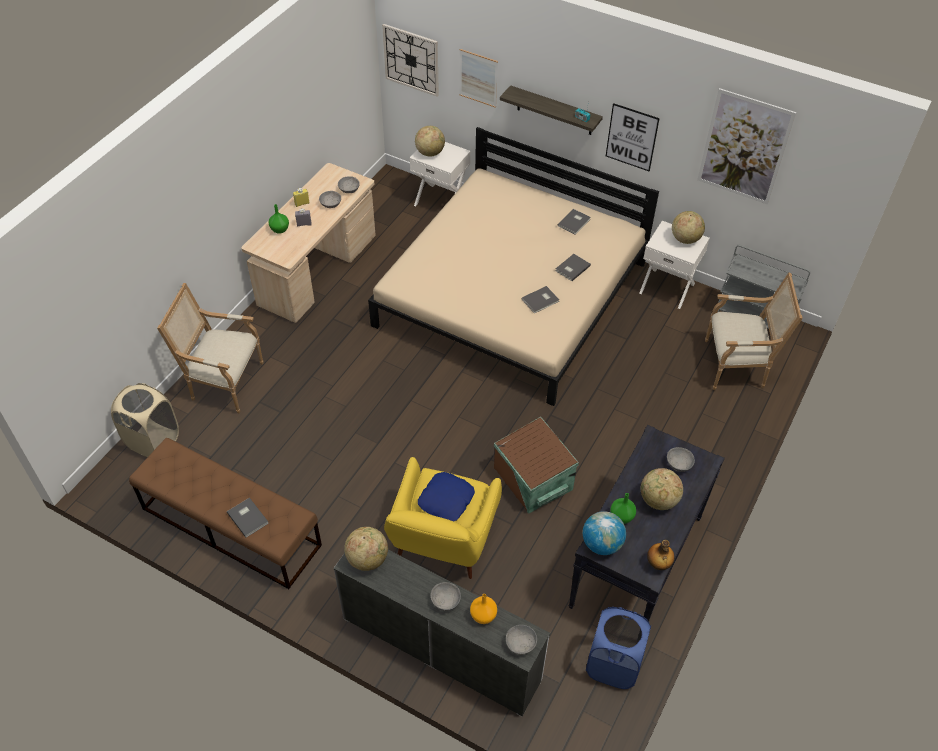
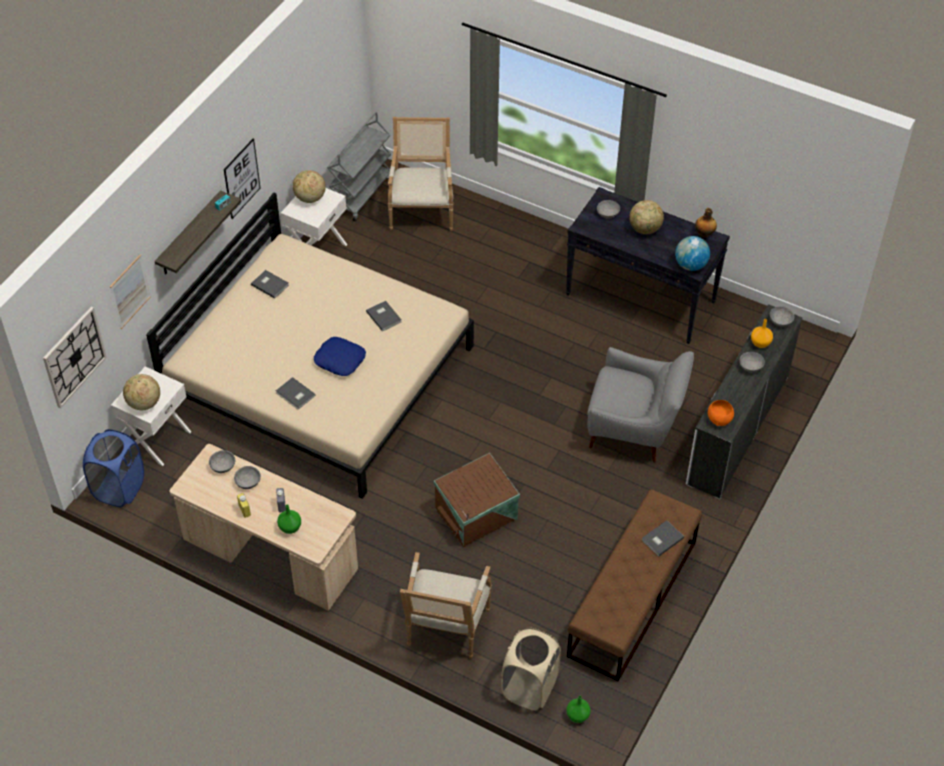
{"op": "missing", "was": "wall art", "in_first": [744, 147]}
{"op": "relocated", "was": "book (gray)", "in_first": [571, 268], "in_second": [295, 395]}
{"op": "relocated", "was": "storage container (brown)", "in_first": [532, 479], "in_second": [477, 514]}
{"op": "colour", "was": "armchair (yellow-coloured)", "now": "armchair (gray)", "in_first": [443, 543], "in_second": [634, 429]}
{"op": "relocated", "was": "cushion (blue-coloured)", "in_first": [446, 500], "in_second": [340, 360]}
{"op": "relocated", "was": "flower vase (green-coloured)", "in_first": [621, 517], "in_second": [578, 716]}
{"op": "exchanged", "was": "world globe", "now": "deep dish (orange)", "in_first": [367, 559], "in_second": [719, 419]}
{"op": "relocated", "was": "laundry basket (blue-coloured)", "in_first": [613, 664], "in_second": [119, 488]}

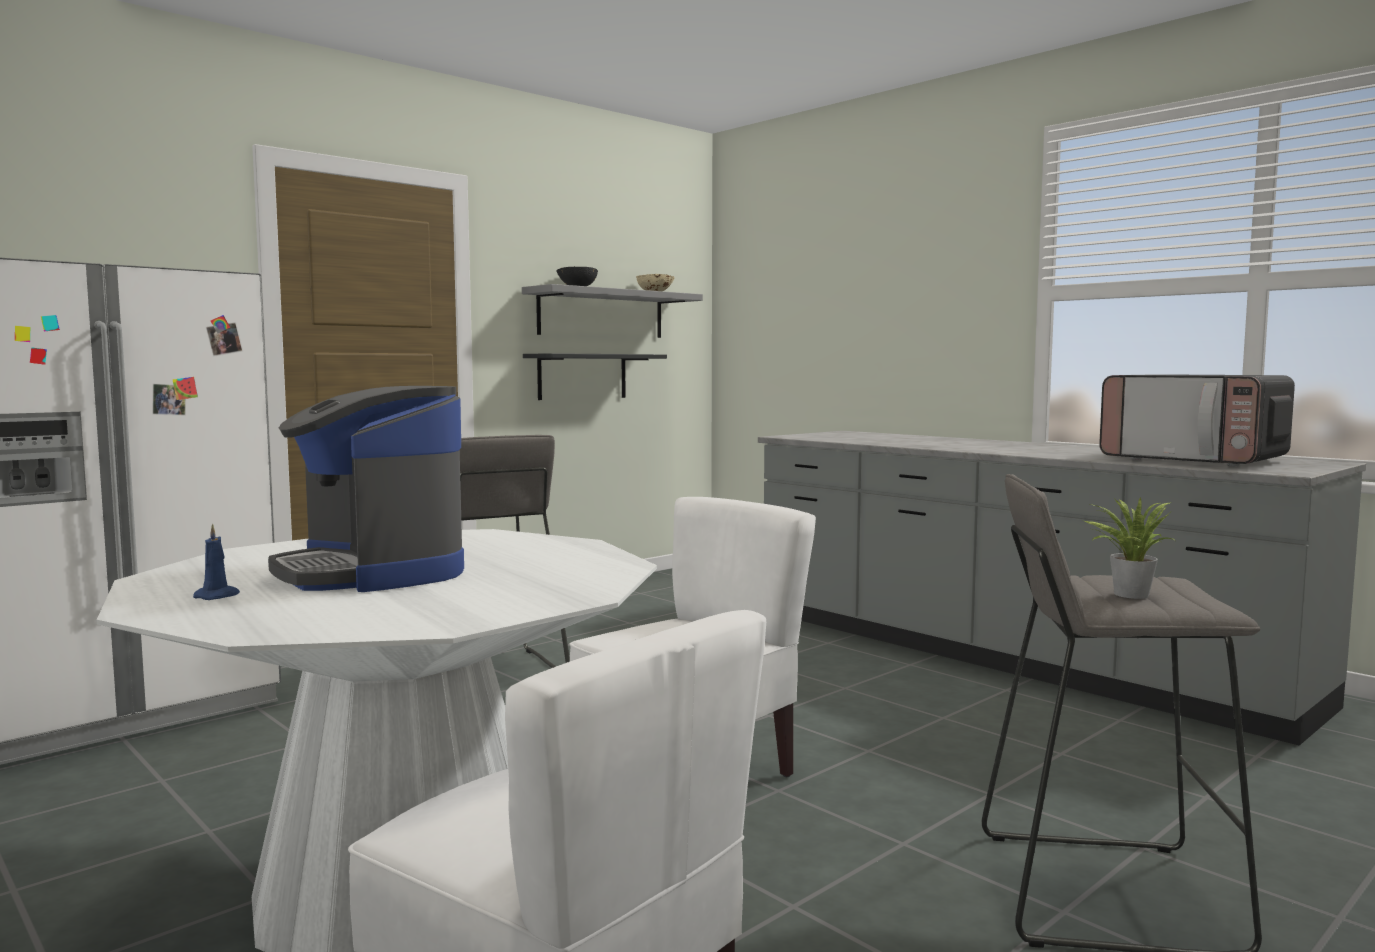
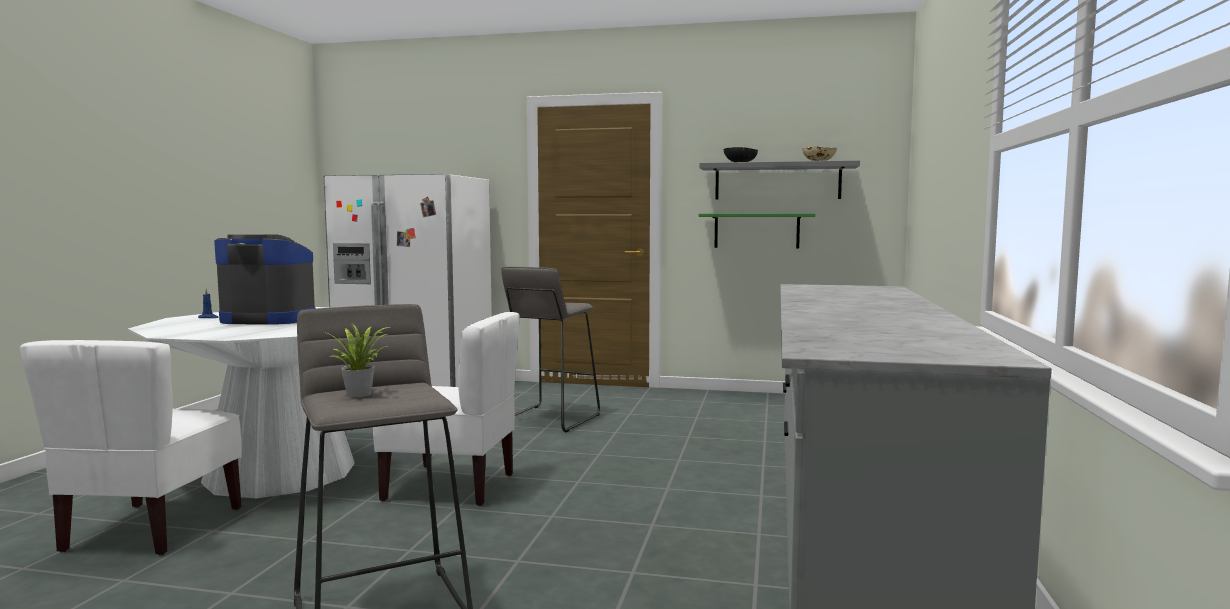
{"op": "colour", "was": "wall shelf (black)", "now": "wall shelf (green-coloured)", "in_first": [582, 376], "in_second": [756, 230]}
{"op": "missing", "was": "microwave", "in_first": [1194, 460]}
{"op": "spun", "was": "coffee machine", "in_first": [372, 572], "in_second": [269, 319], "clockwise": 75}

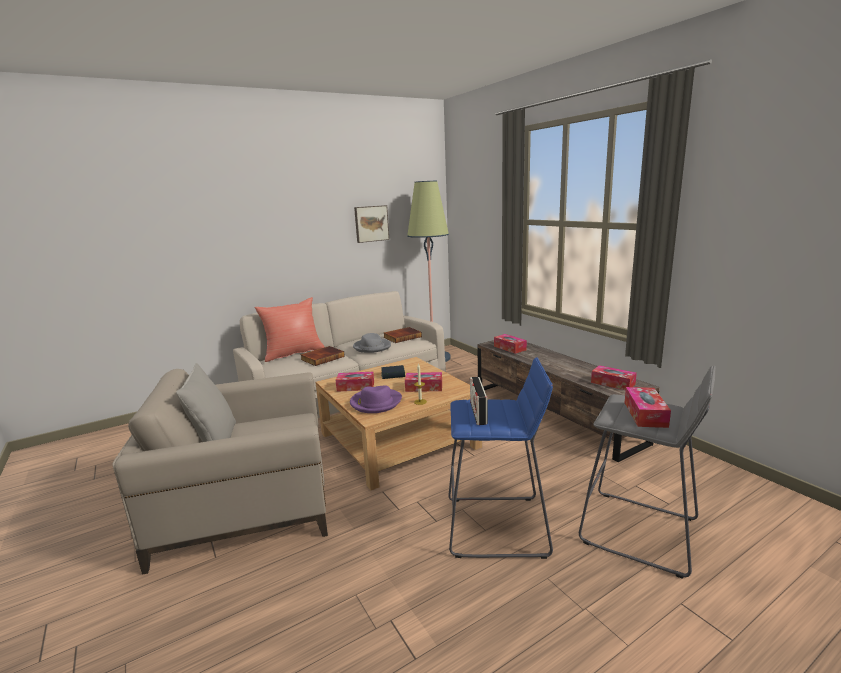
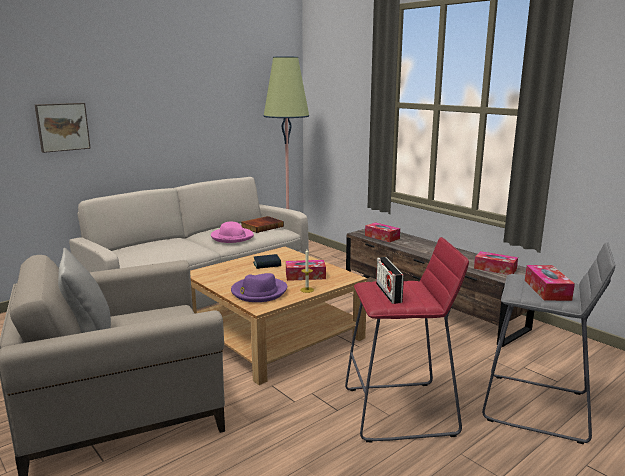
{"op": "relocated", "was": "wall art", "in_first": [371, 223], "in_second": [62, 127]}
{"op": "missing", "was": "cushion (reddish)", "in_first": [293, 353]}
{"op": "colour", "was": "hat (gray)", "now": "hat (pink)", "in_first": [372, 347], "in_second": [232, 237]}
{"op": "missing", "was": "book", "in_first": [322, 358]}
{"op": "colour", "was": "sitting stool (blue-coloured)", "now": "sitting stool (reddish)", "in_first": [497, 526], "in_second": [400, 411]}
{"op": "missing", "was": "tissue holder", "in_first": [355, 387]}

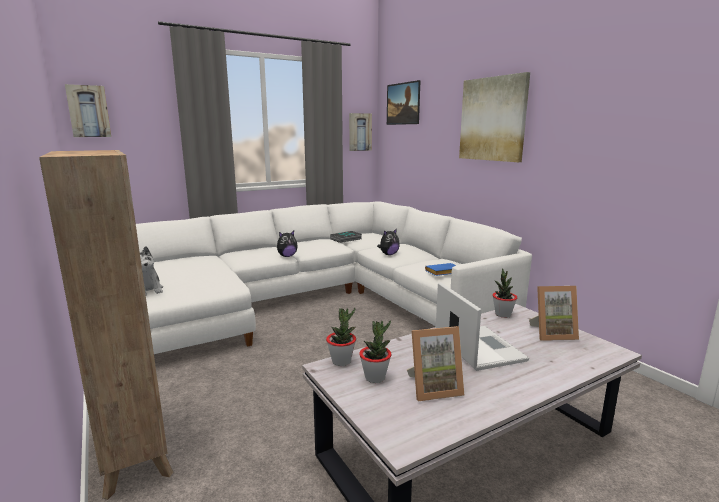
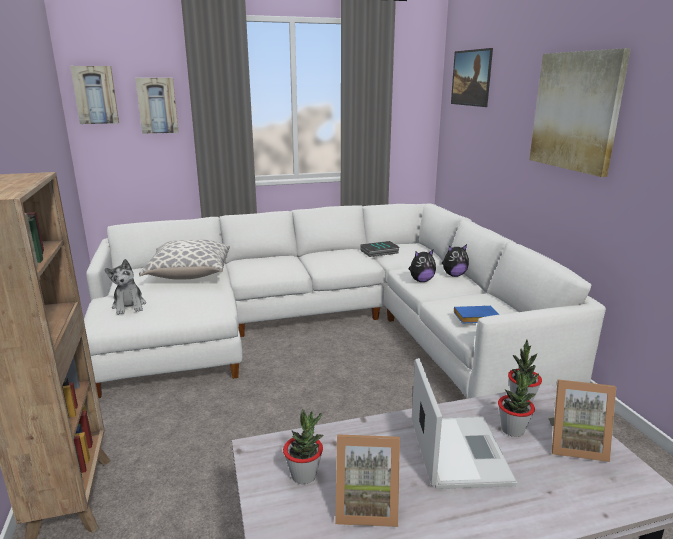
{"op": "relocated", "was": "wall art", "in_first": [359, 132], "in_second": [157, 105]}
{"op": "relocated", "was": "cuddly toy", "in_first": [287, 256], "in_second": [454, 275]}
{"op": "relocated", "was": "plant in a pot", "in_first": [341, 361], "in_second": [513, 430]}
{"op": "appeared", "now": "cushion", "in_second": [189, 274]}

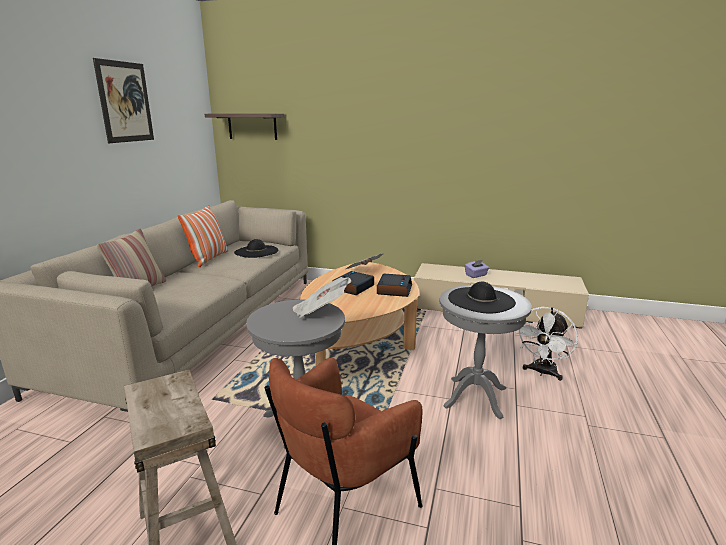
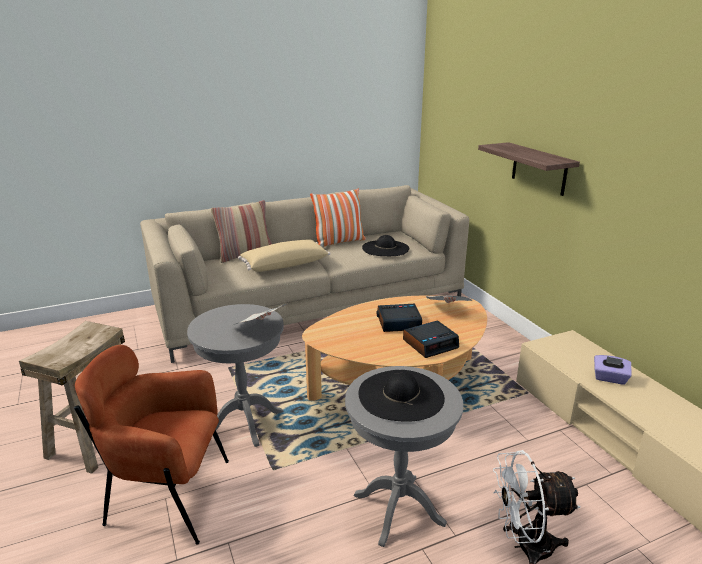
{"op": "missing", "was": "wall art", "in_first": [125, 102]}
{"op": "relocated", "was": "wall shelf", "in_first": [252, 126], "in_second": [539, 169]}
{"op": "appeared", "now": "cushion (sand-coloured)", "in_second": [284, 265]}

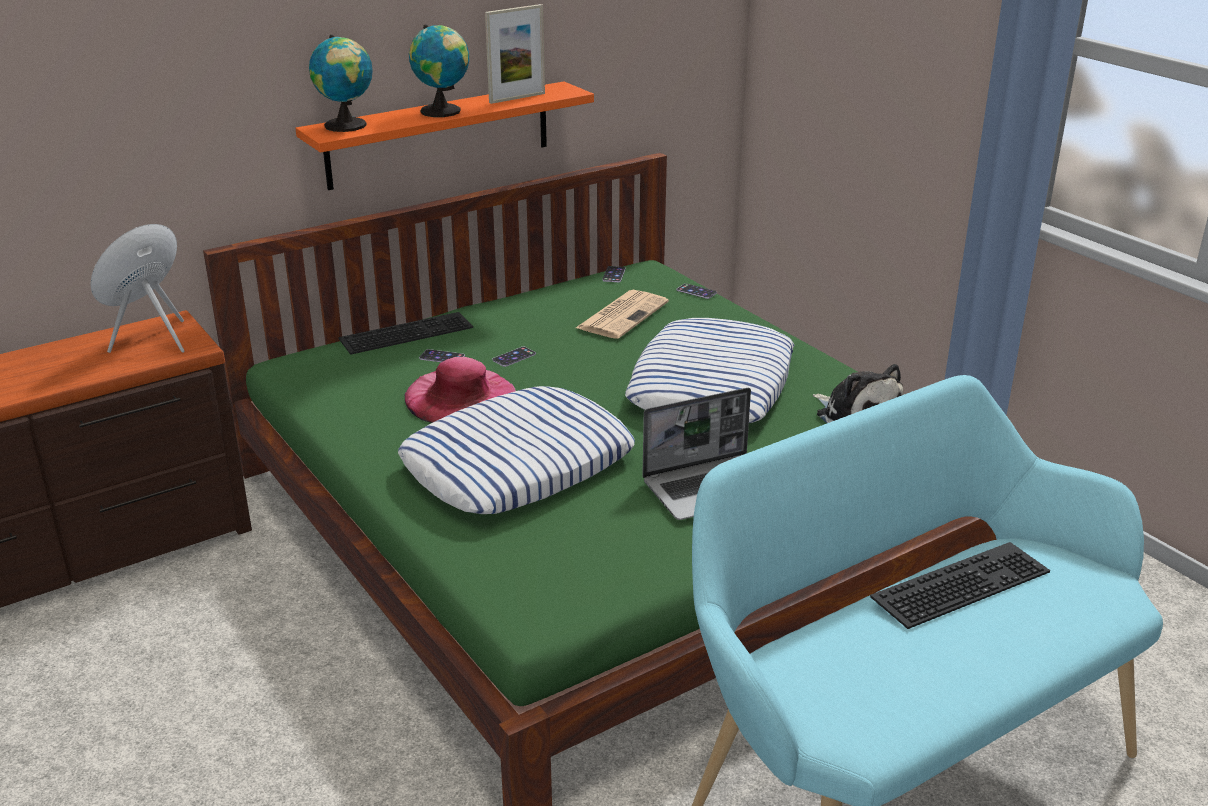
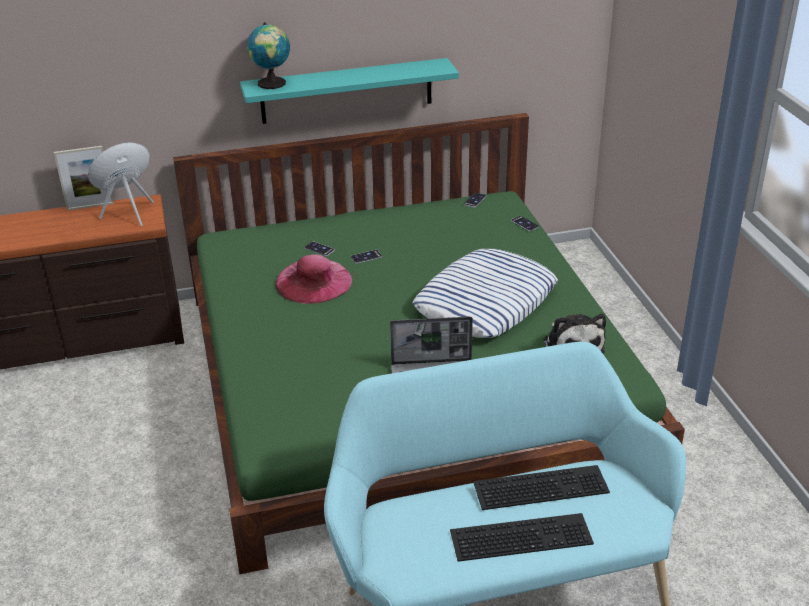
{"op": "relocated", "was": "standing frame", "in_first": [517, 98], "in_second": [90, 206]}
{"op": "missing", "was": "world globe", "in_first": [443, 111]}
{"op": "colour", "was": "wall shelf (orange)", "now": "wall shelf (blue-green)", "in_first": [439, 135], "in_second": [346, 91]}
{"op": "missing", "was": "newspaper", "in_first": [622, 315]}
{"op": "relocated", "was": "keyboard", "in_first": [406, 332], "in_second": [522, 535]}
{"op": "missing", "was": "cushion", "in_first": [518, 463]}

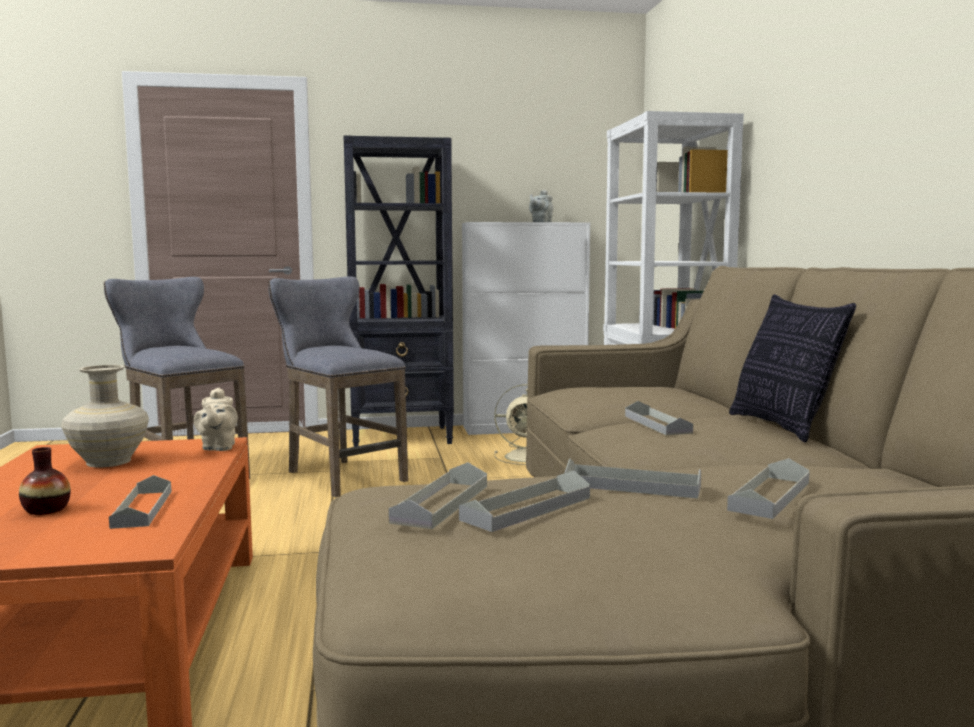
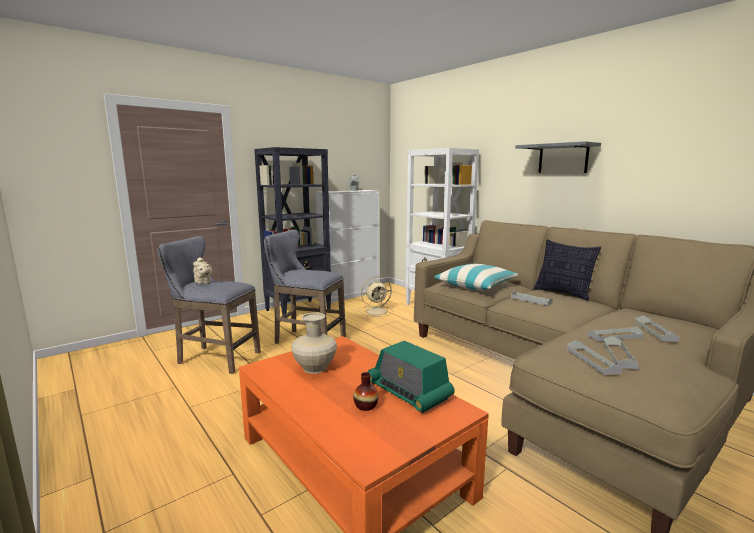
{"op": "relocated", "was": "tea pot (sand-coloured)", "in_first": [218, 448], "in_second": [203, 282]}
{"op": "exchanged", "was": "tray (gray)", "now": "radio set", "in_first": [142, 508], "in_second": [408, 391]}
{"op": "appeared", "now": "wall shelf (gray)", "in_second": [563, 158]}
{"op": "appeared", "now": "cushion", "in_second": [475, 286]}

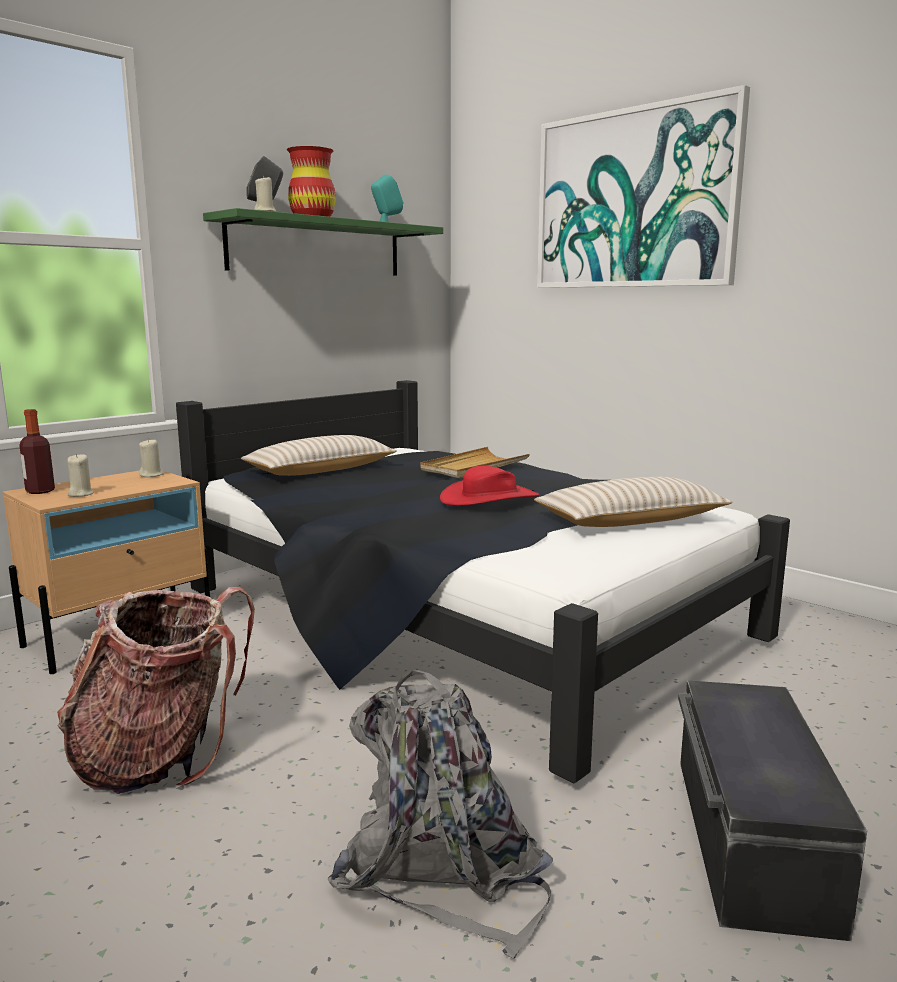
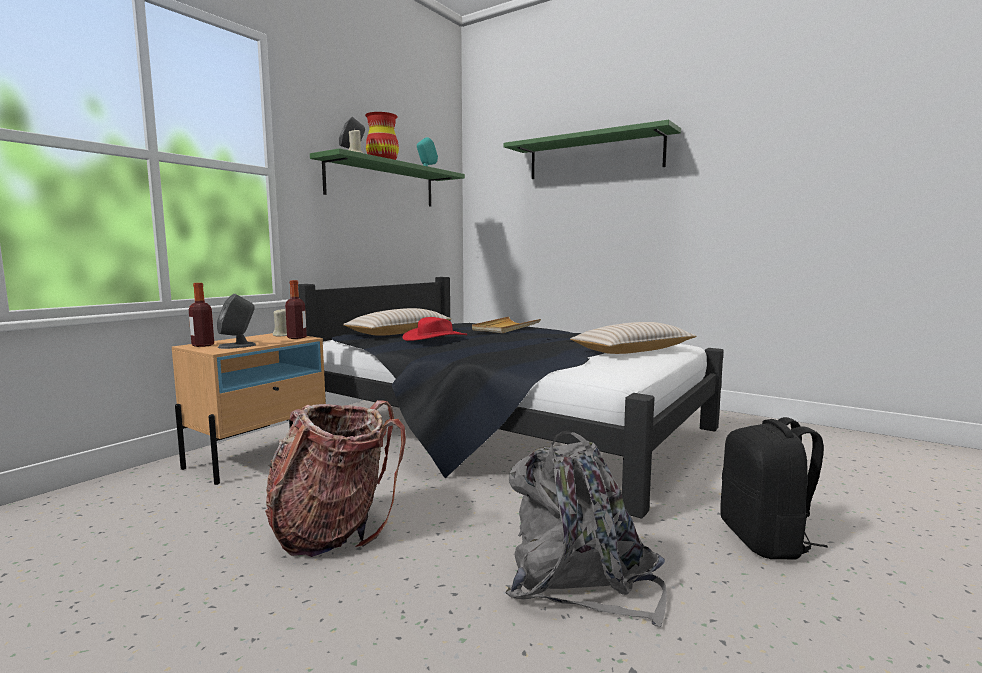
{"op": "exchanged", "was": "wall art", "now": "wall shelf (green-coloured)", "in_first": [634, 199], "in_second": [594, 156]}
{"op": "exchanged", "was": "candle (sand-coloured)", "now": "loudspeaker (gray)", "in_first": [81, 494], "in_second": [237, 346]}
{"op": "relocated", "was": "hat (reddish)", "in_first": [489, 498], "in_second": [435, 337]}
{"op": "exchanged", "was": "storage container (black)", "now": "knapsack (black)", "in_first": [748, 838], "in_second": [765, 541]}
{"op": "appeared", "now": "drink bottle", "in_second": [297, 337]}

